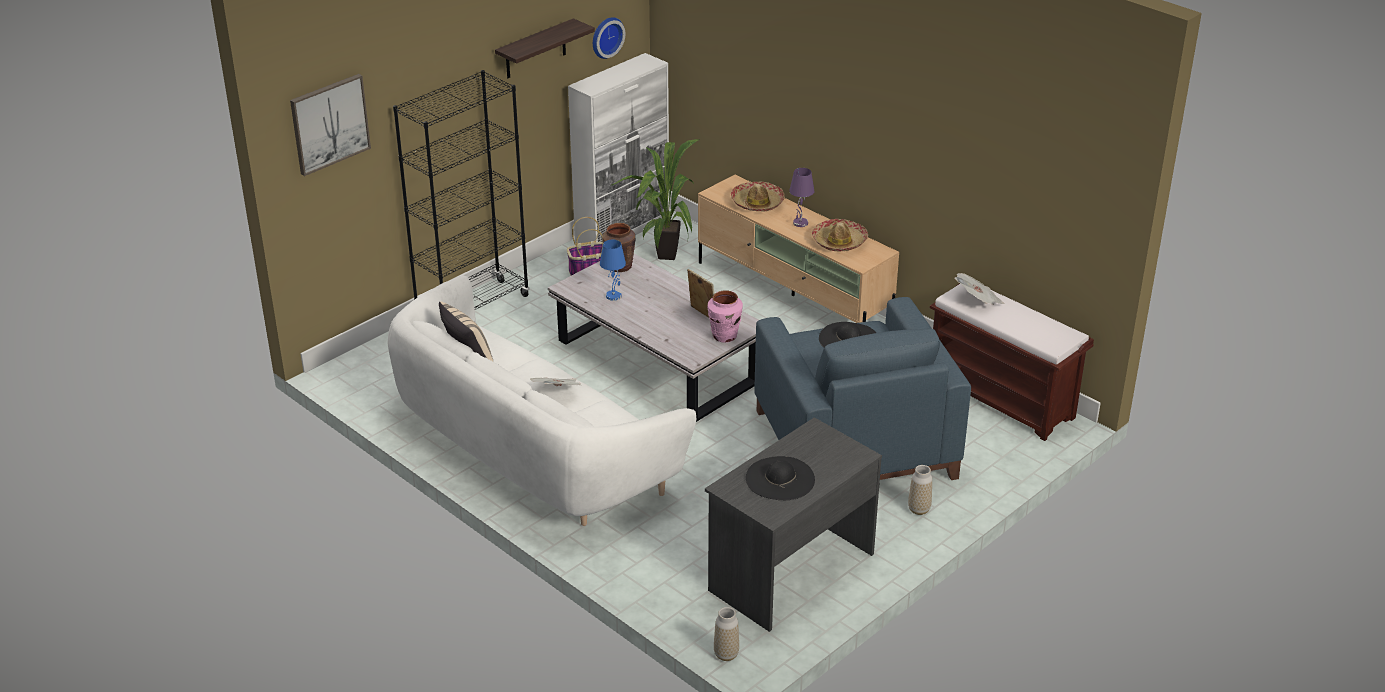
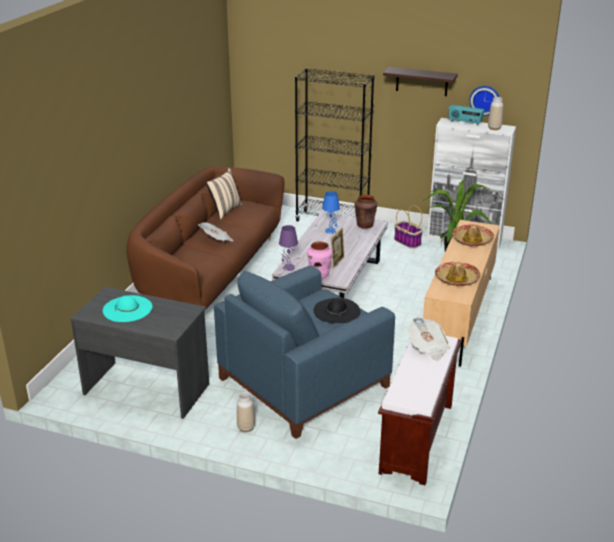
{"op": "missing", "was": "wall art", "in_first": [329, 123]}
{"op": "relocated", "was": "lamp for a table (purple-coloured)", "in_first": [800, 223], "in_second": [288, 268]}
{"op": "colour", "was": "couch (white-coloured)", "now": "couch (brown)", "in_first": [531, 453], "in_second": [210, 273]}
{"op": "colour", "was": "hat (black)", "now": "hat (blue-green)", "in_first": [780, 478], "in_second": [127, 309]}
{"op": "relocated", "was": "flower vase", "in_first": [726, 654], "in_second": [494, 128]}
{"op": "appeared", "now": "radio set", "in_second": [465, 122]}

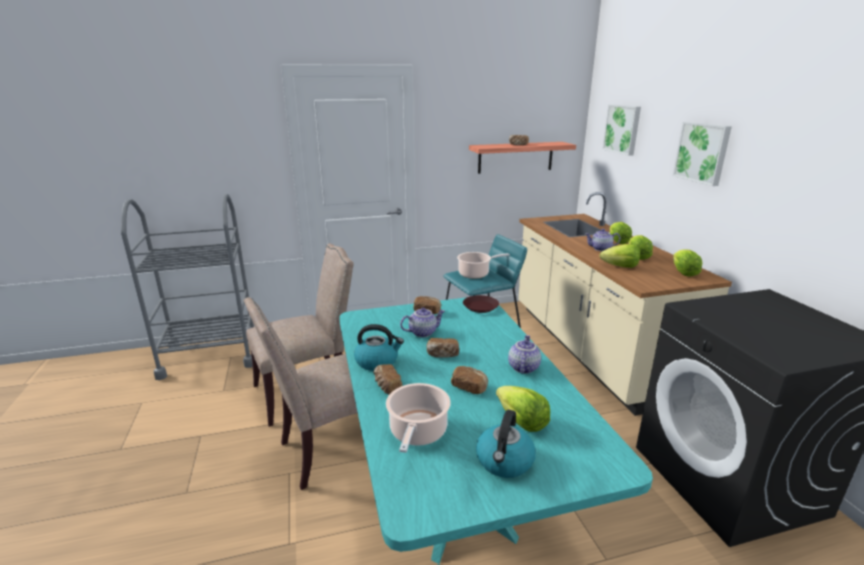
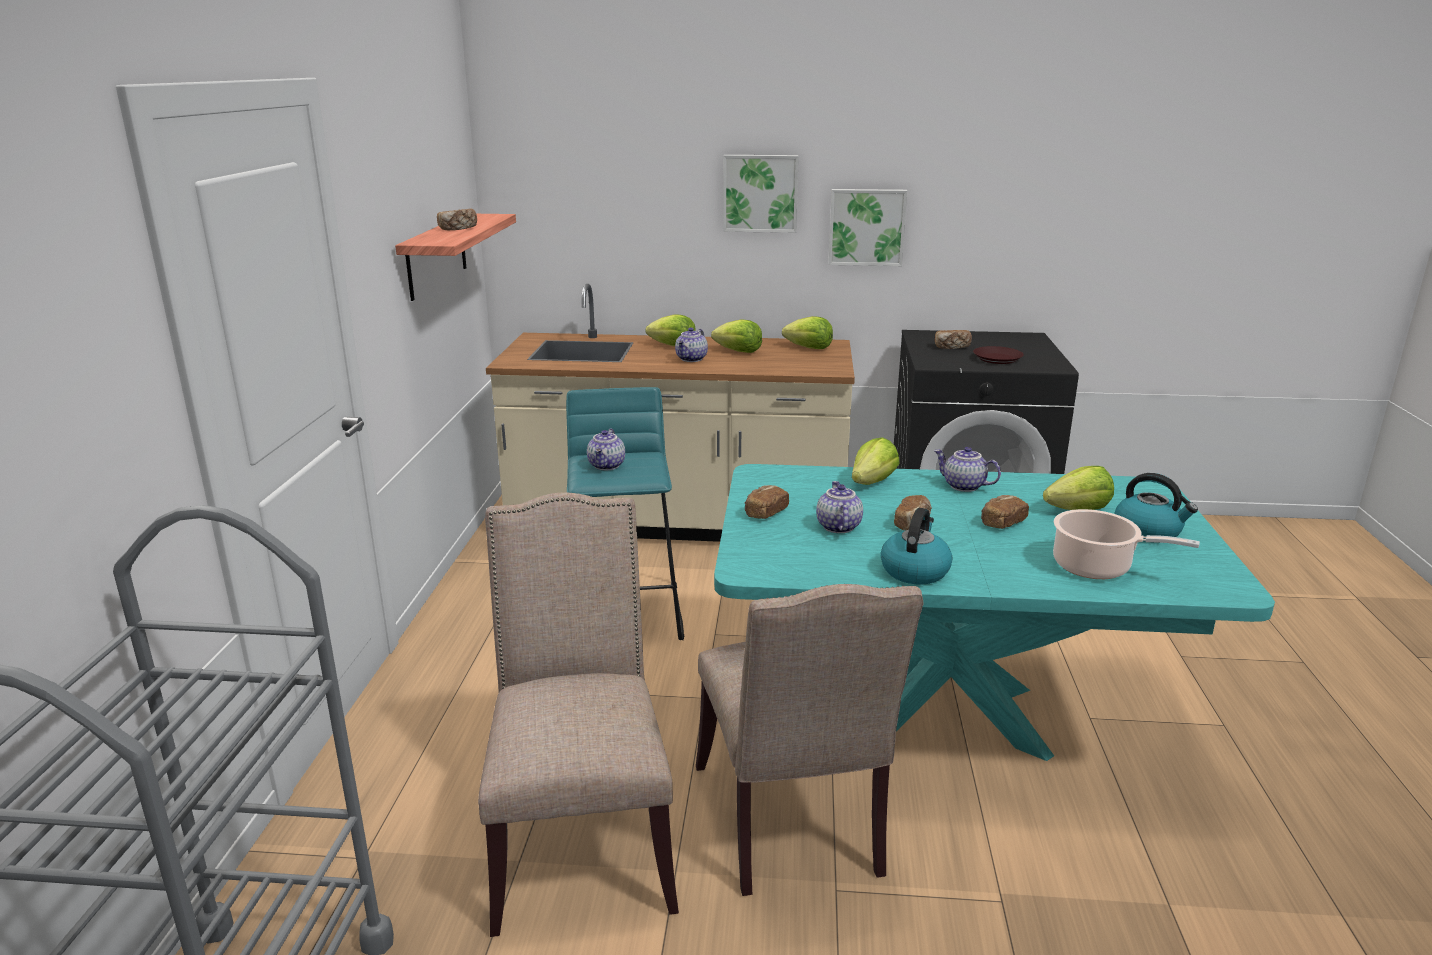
{"op": "relocated", "was": "wall art", "in_first": [622, 129], "in_second": [866, 227]}
{"op": "relocated", "was": "lettuce head", "in_first": [620, 266], "in_second": [872, 482]}
{"op": "exchanged", "was": "saucepot", "now": "tea pot", "in_first": [476, 274], "in_second": [607, 466]}
{"op": "relocated", "was": "flat dish (brown)", "in_first": [480, 307], "in_second": [997, 359]}
{"op": "relocated", "was": "bread", "in_first": [387, 386], "in_second": [952, 347]}

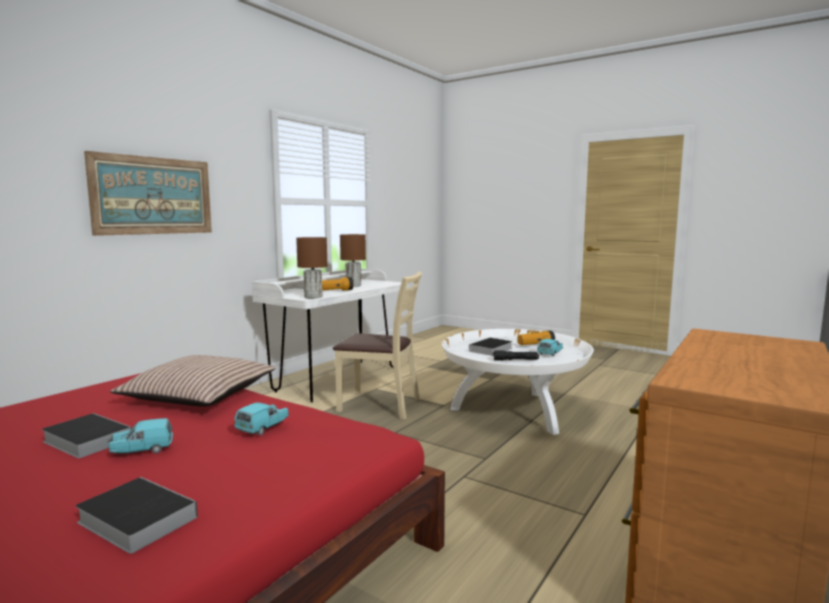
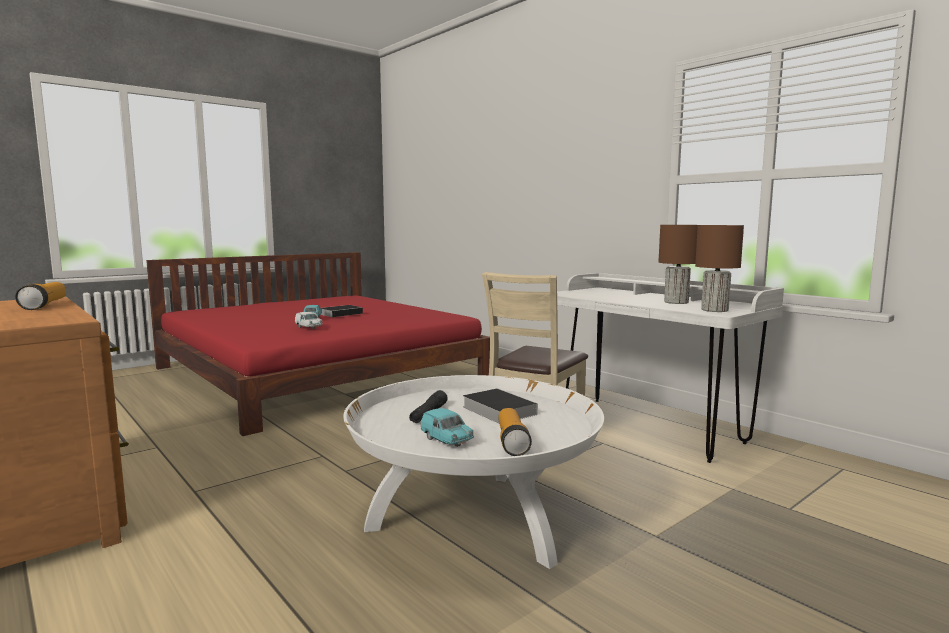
{"op": "missing", "was": "wall art", "in_first": [153, 196]}
{"op": "relocated", "was": "lamp for a table (brown)", "in_first": [313, 297], "in_second": [715, 310]}
{"op": "relocated", "was": "hand torch", "in_first": [335, 291], "in_second": [45, 306]}
{"op": "missing", "was": "cushion", "in_first": [199, 395]}
{"op": "colour", "was": "model car (blue-green)", "now": "model car (white-coloured)", "in_first": [263, 428], "in_second": [309, 327]}
{"op": "missing", "was": "book", "in_first": [134, 519]}

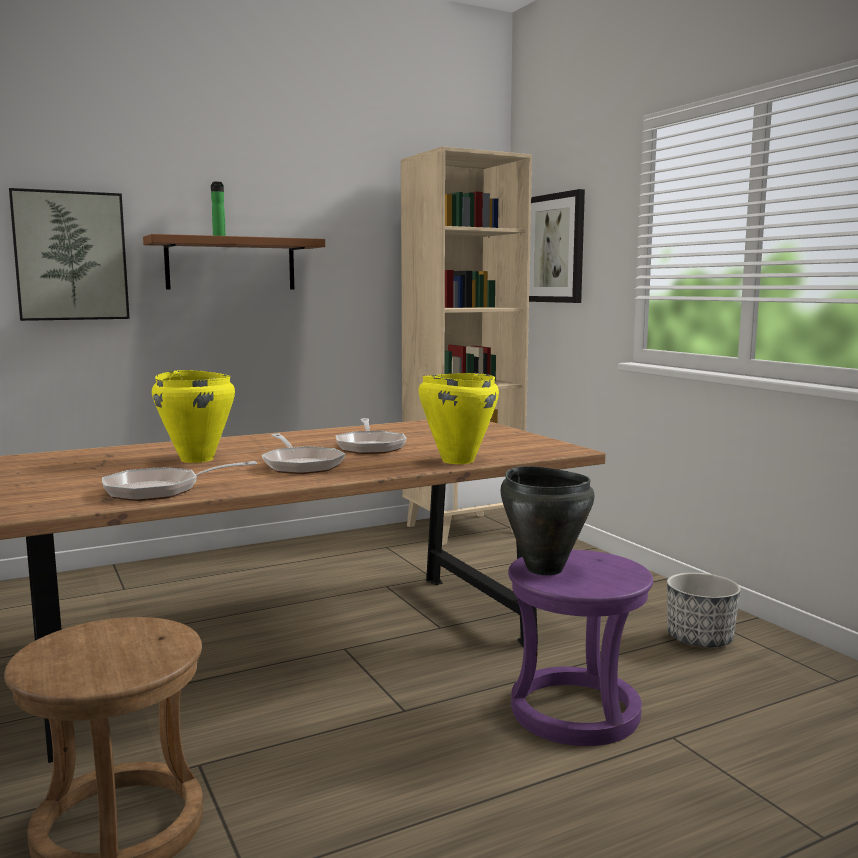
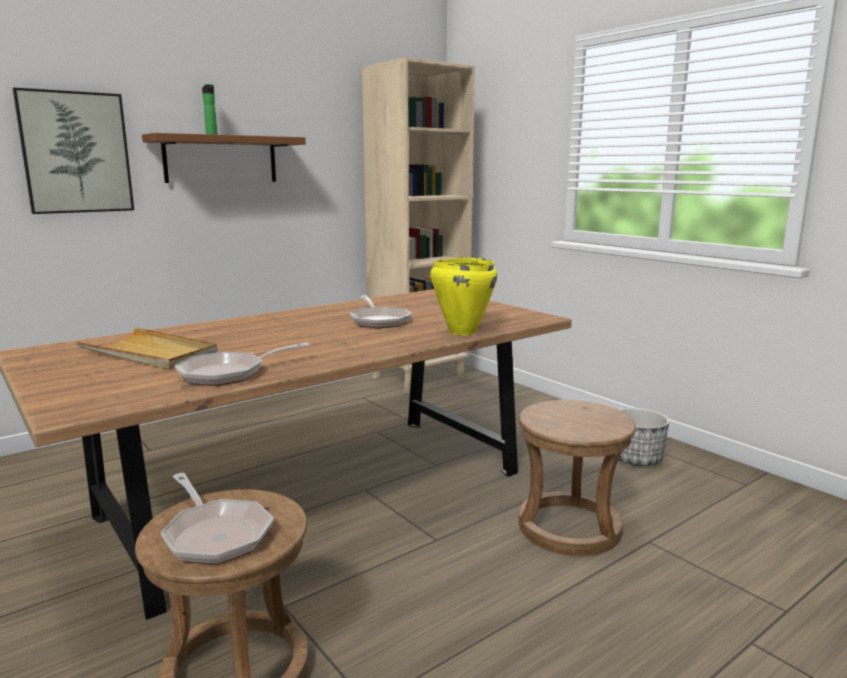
{"op": "missing", "was": "wall art", "in_first": [555, 248]}
{"op": "missing", "was": "saucepot (yellow-coloured)", "in_first": [197, 459]}
{"op": "relocated", "was": "pan", "in_first": [301, 465], "in_second": [215, 534]}
{"op": "missing", "was": "saucepot (black)", "in_first": [544, 569]}
{"op": "colour", "was": "sitting stool (purple-coloured)", "now": "sitting stool (brown)", "in_first": [575, 712], "in_second": [569, 528]}
{"op": "appeared", "now": "tray (sand-coloured)", "in_second": [149, 353]}

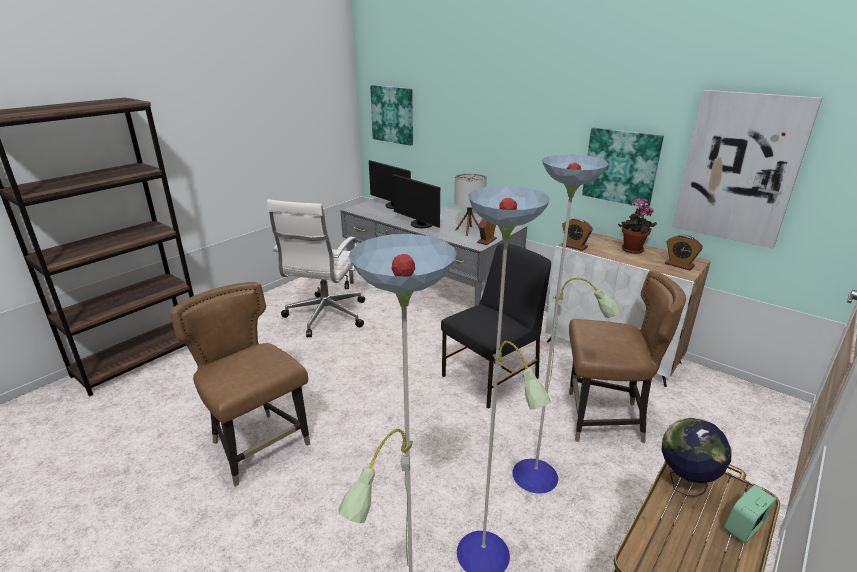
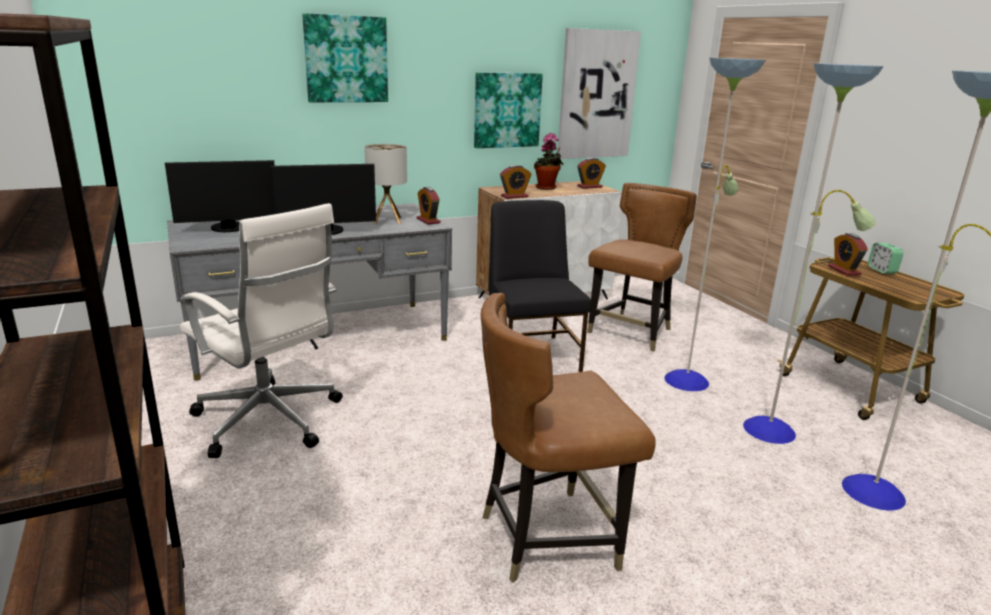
{"op": "relocated", "was": "wall art", "in_first": [393, 114], "in_second": [346, 59]}
{"op": "exchanged", "was": "world globe", "now": "table clock", "in_first": [684, 484], "in_second": [844, 270]}

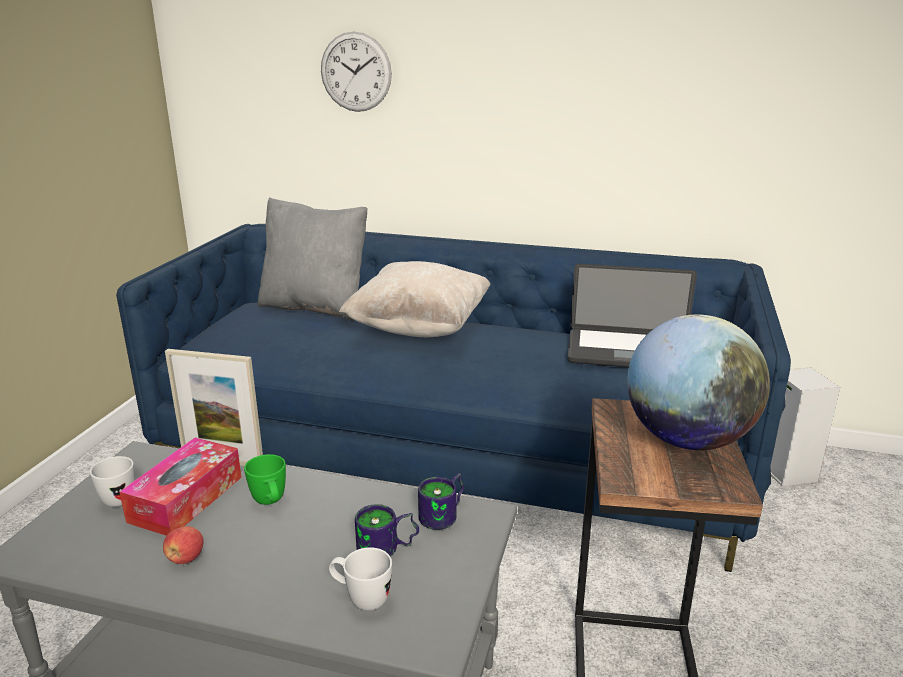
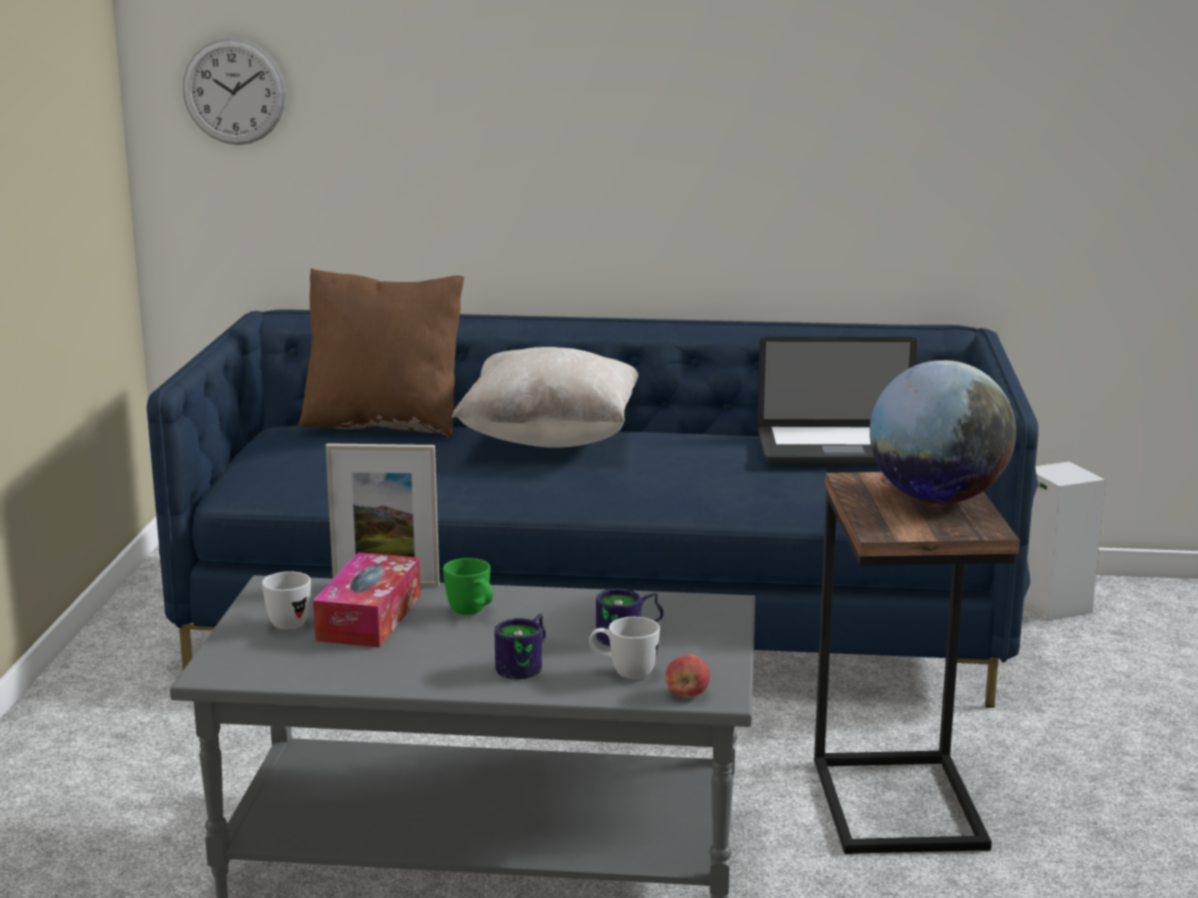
{"op": "relocated", "was": "wall clock", "in_first": [356, 72], "in_second": [234, 91]}
{"op": "colour", "was": "cushion (gray)", "now": "cushion (brown)", "in_first": [315, 307], "in_second": [384, 424]}
{"op": "relocated", "was": "coffee mug", "in_first": [445, 515], "in_second": [527, 666]}
{"op": "relocated", "was": "apple fruit", "in_first": [185, 558], "in_second": [687, 694]}

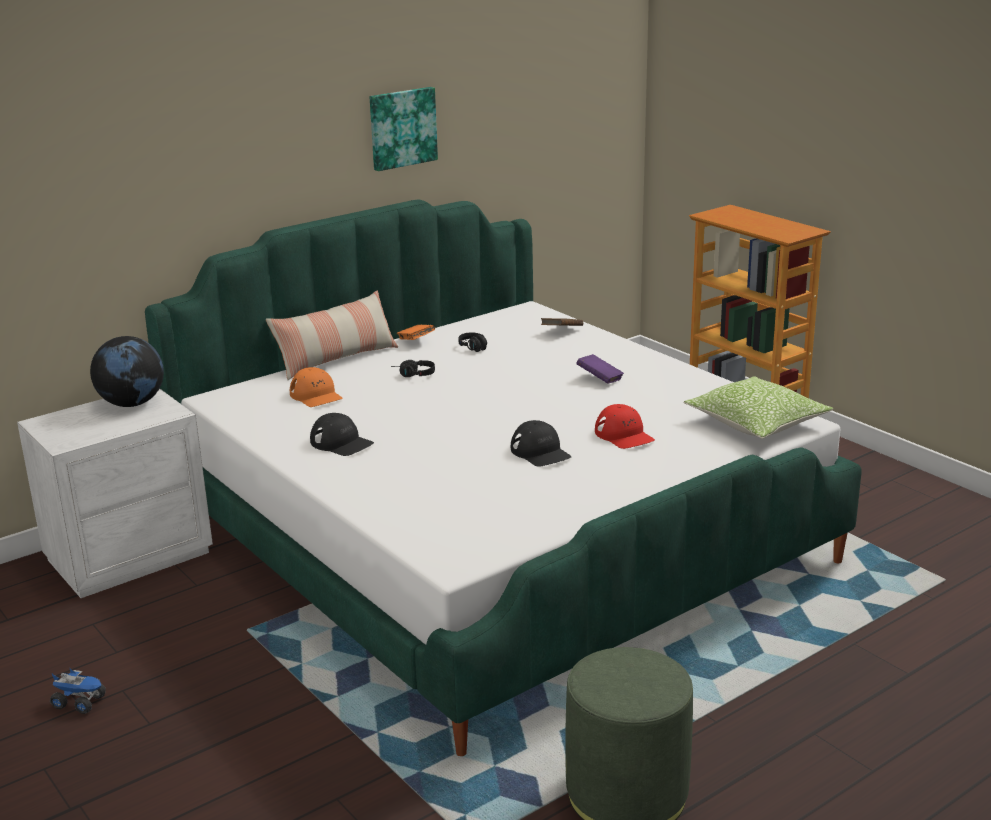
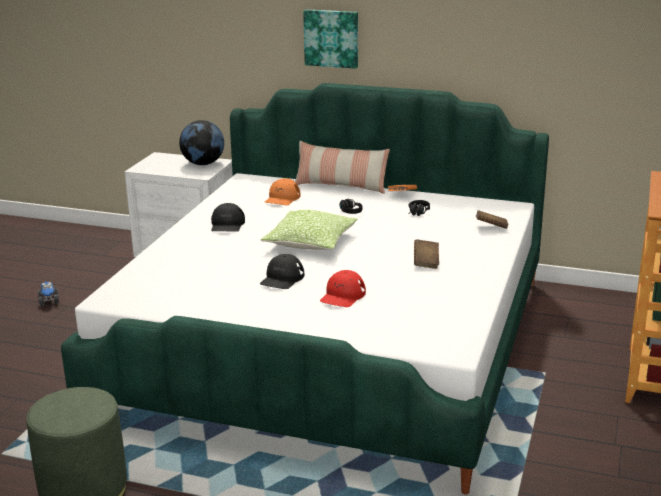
{"op": "relocated", "was": "wall art", "in_first": [402, 128], "in_second": [331, 38]}
{"op": "colour", "was": "book (purple-coloured)", "now": "book (brown)", "in_first": [599, 379], "in_second": [426, 262]}
{"op": "relocated", "was": "cushion", "in_first": [756, 423], "in_second": [310, 242]}

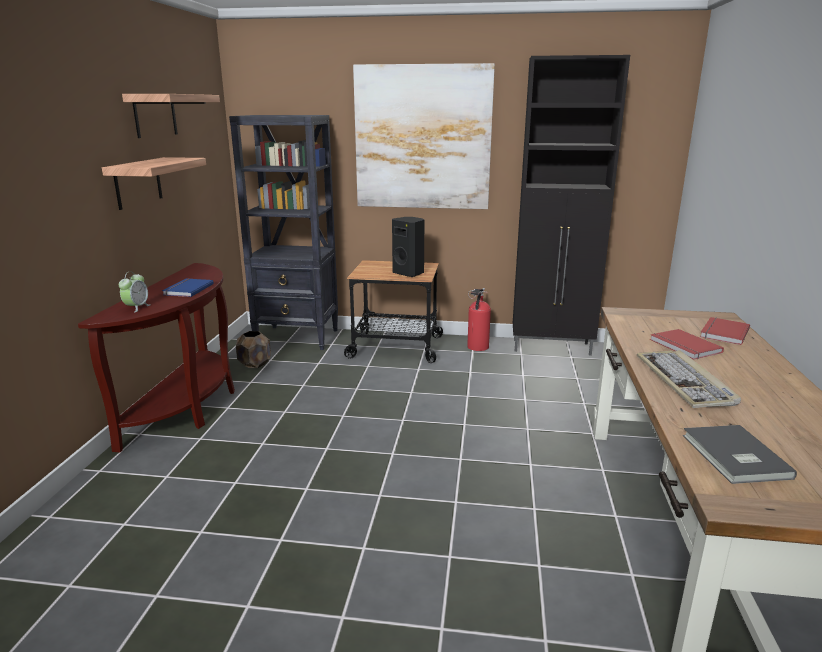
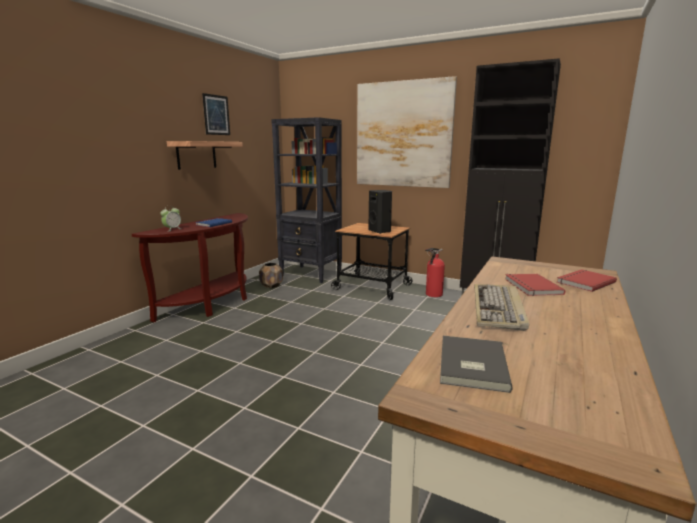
{"op": "exchanged", "was": "wall shelf", "now": "wall art", "in_first": [155, 115], "in_second": [216, 115]}

